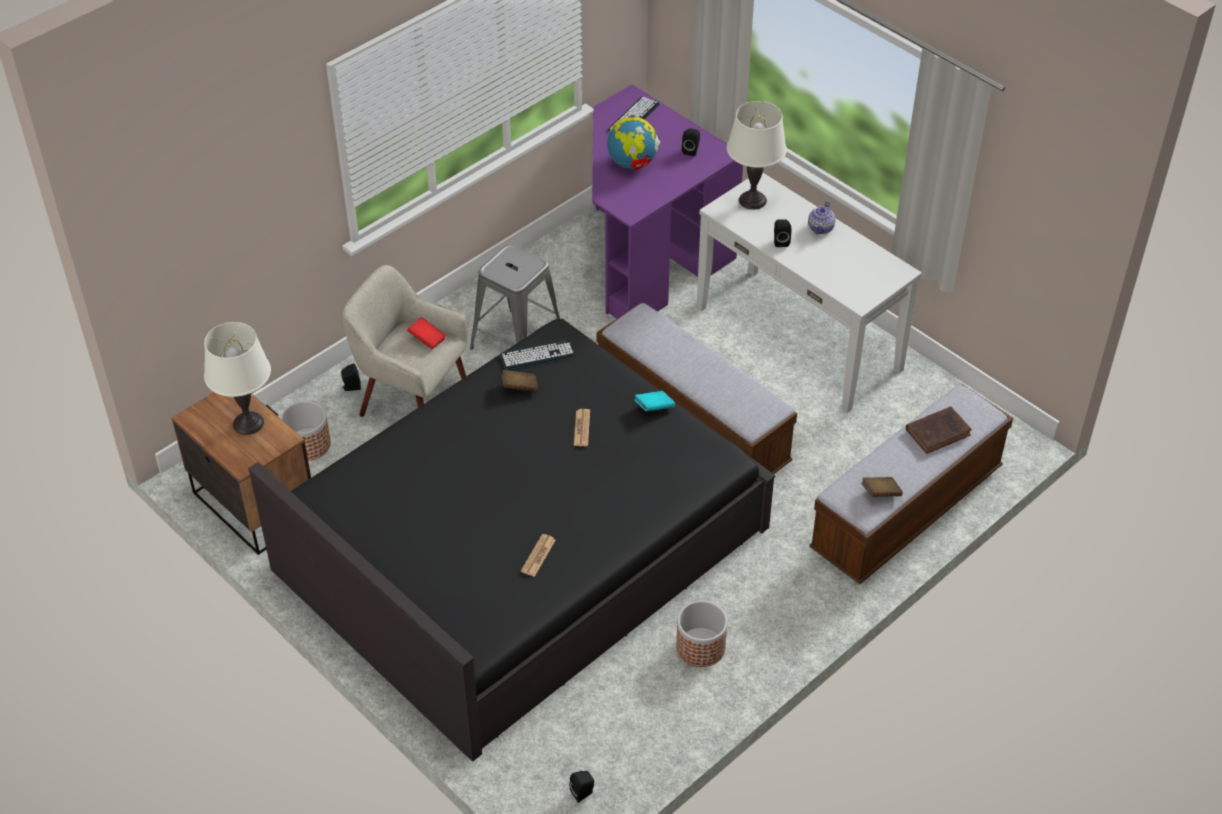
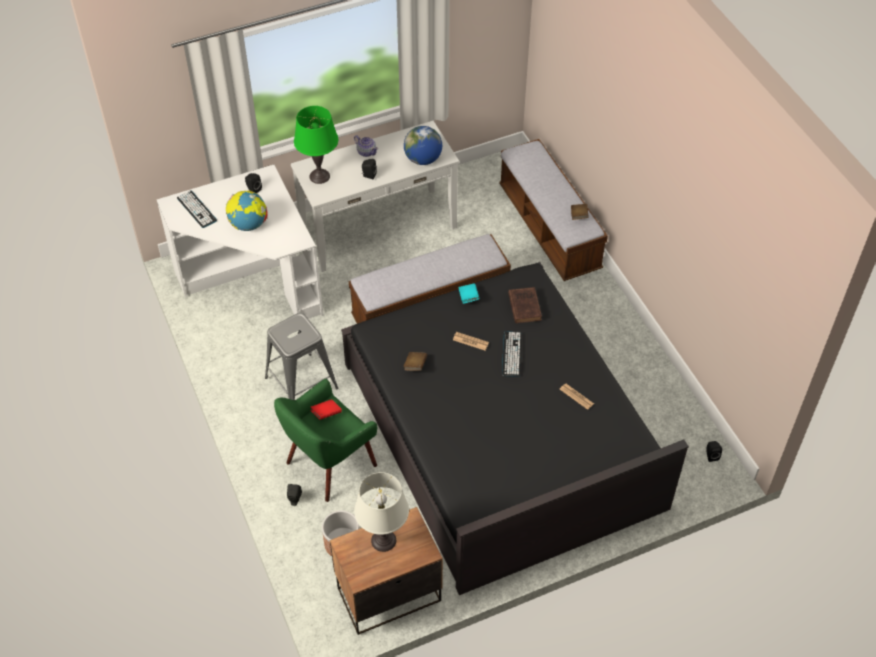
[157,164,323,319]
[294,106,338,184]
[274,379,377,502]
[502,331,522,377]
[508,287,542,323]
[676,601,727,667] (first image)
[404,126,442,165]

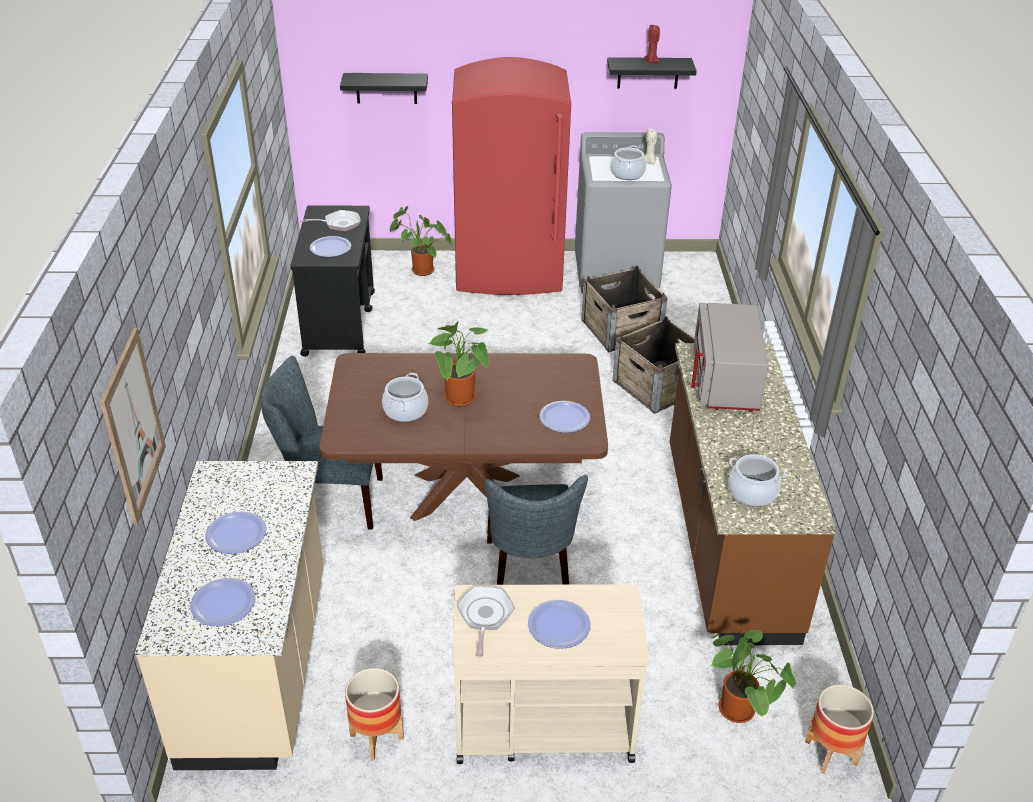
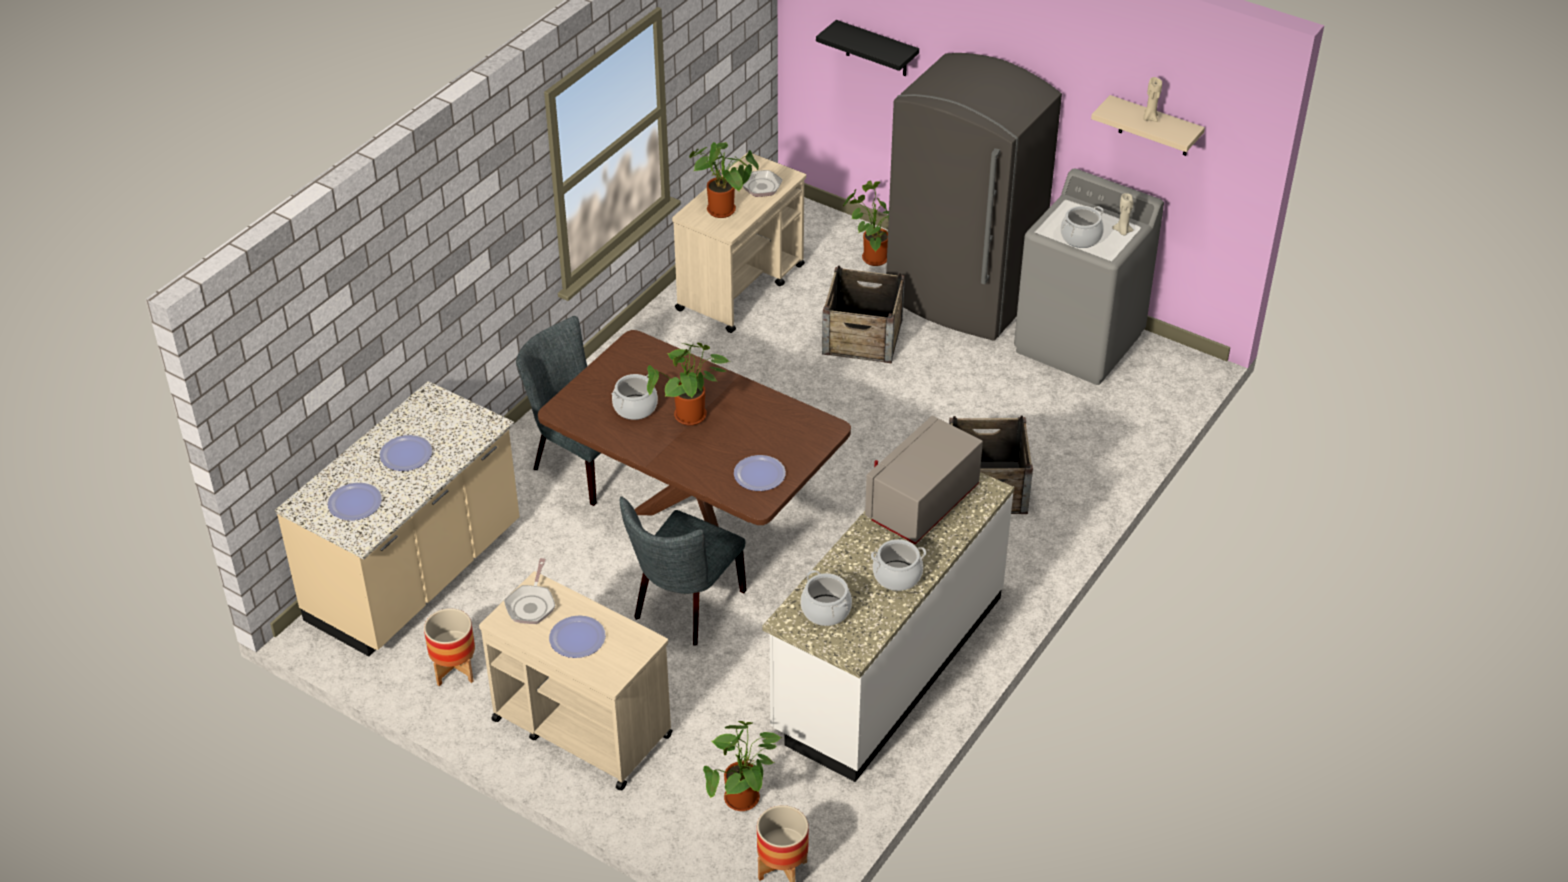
[1143,77,1162,122]
[886,53,1062,341]
[1091,95,1205,156]
[672,153,806,333]
[689,142,759,218]
[822,266,905,363]
[100,328,166,525] (first image)
[762,472,1014,782]
[504,558,555,624]
[871,539,926,591]

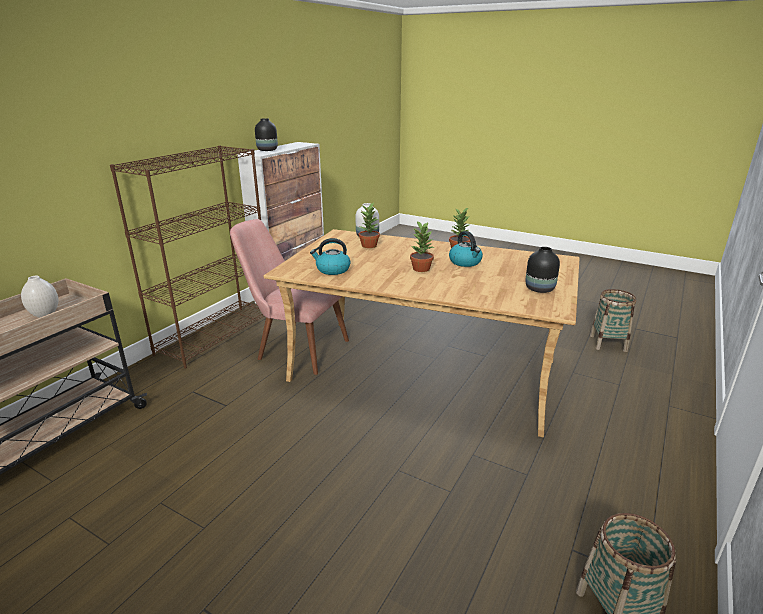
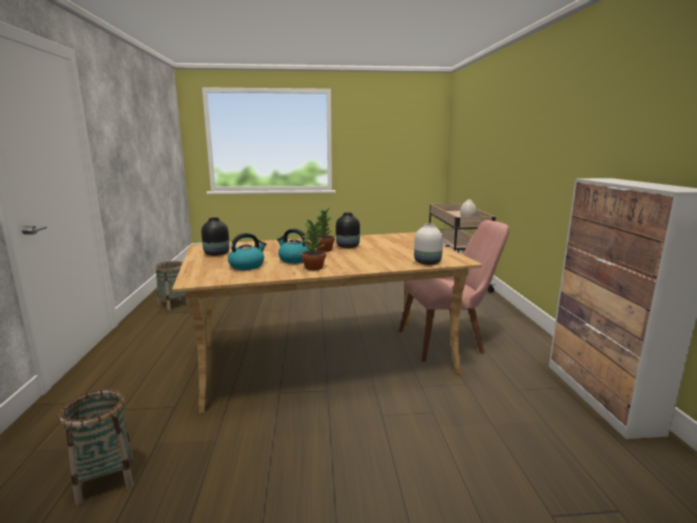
[336,212,360,248]
[110,146,264,369] (first image)
[359,203,380,248] (first image)
[228,233,267,270]

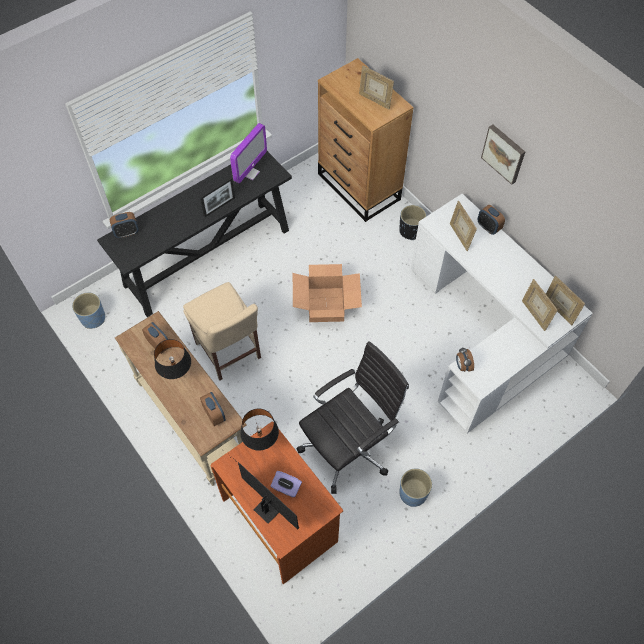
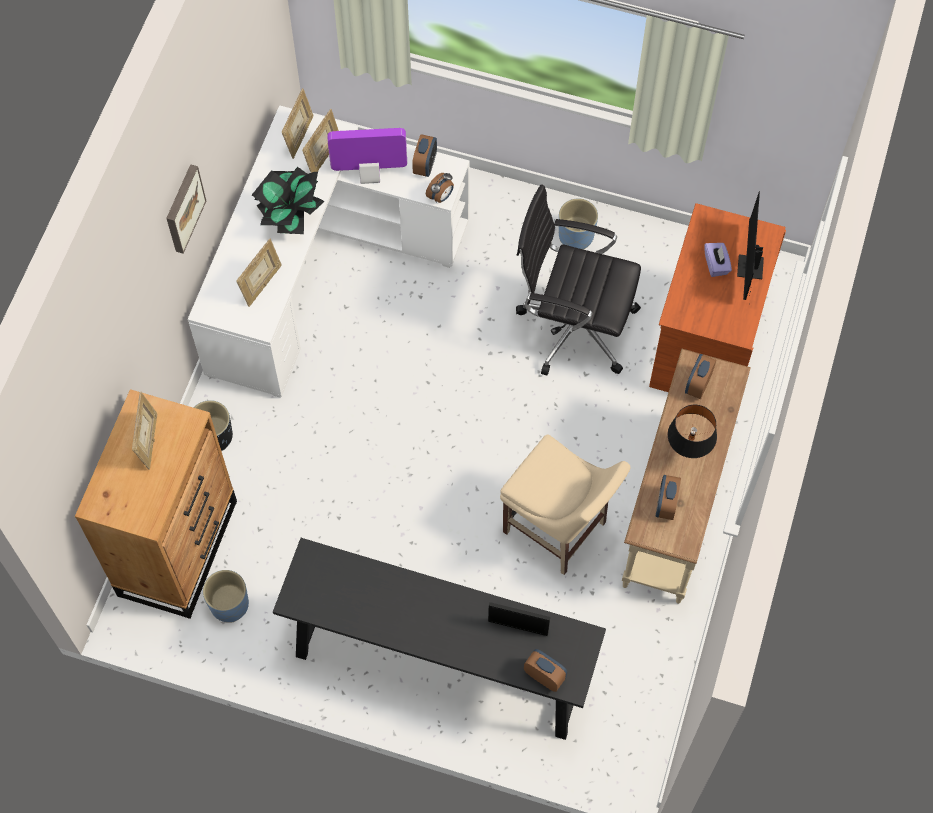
[327,128,407,184]
[488,602,550,636]
[412,134,437,177]
[293,264,362,322] (first image)
[500,434,630,575]
[203,570,249,623]
[240,408,279,450] (first image)
[252,167,324,234]

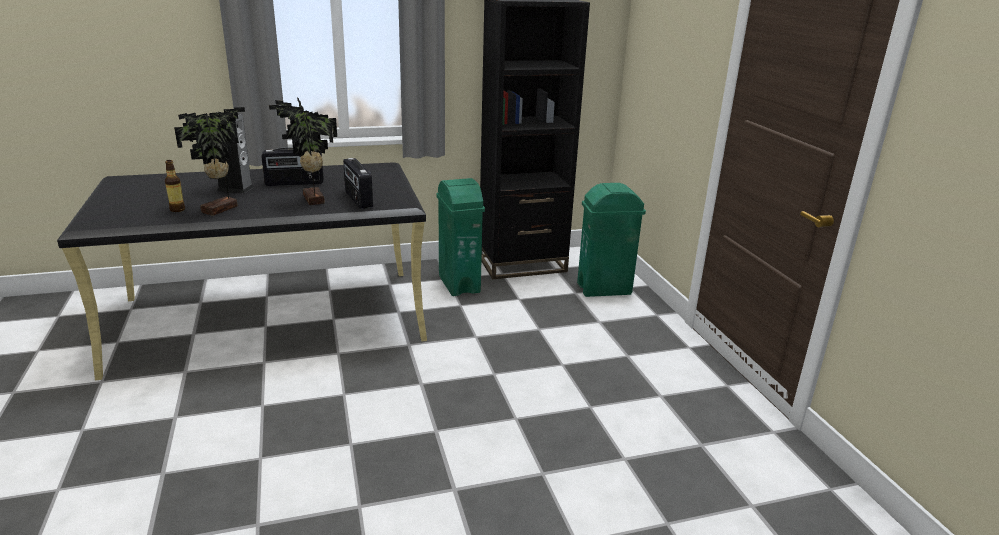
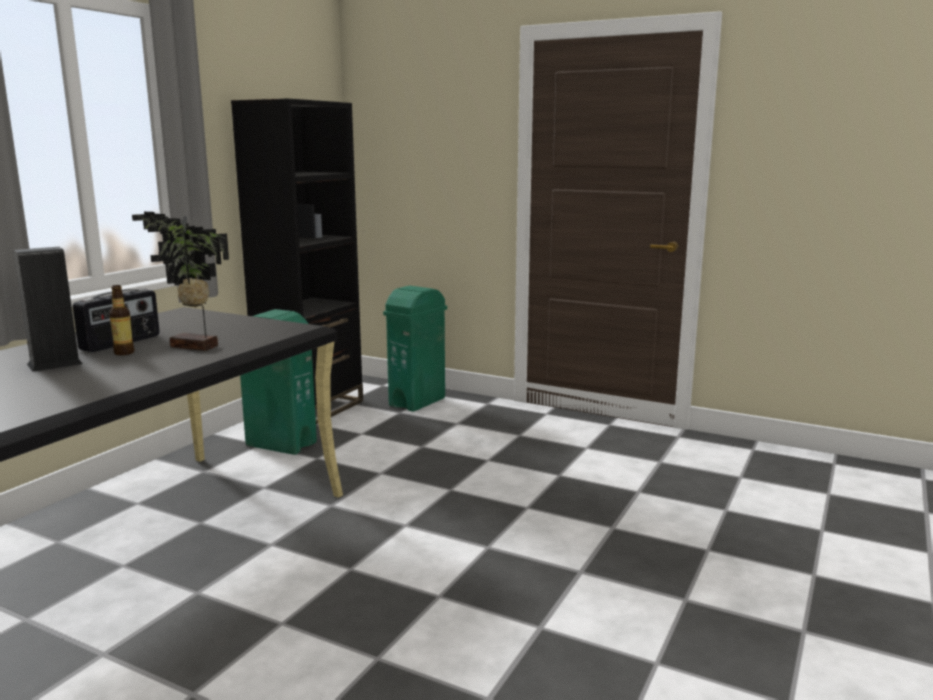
[174,107,245,216] (first image)
[343,158,373,209] (first image)
[109,285,134,355]

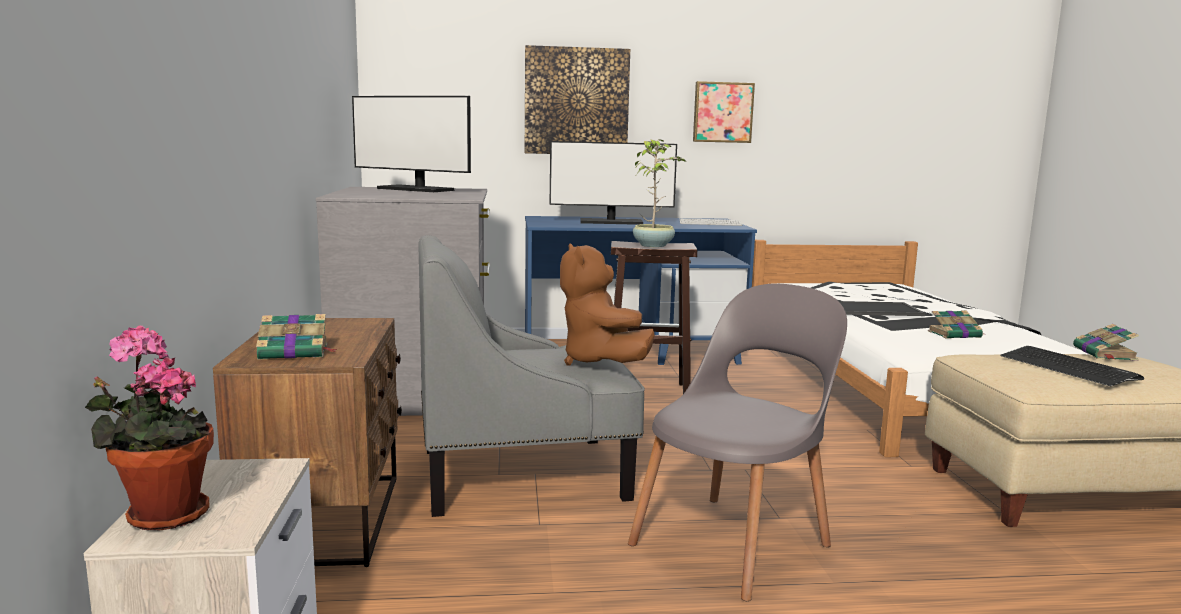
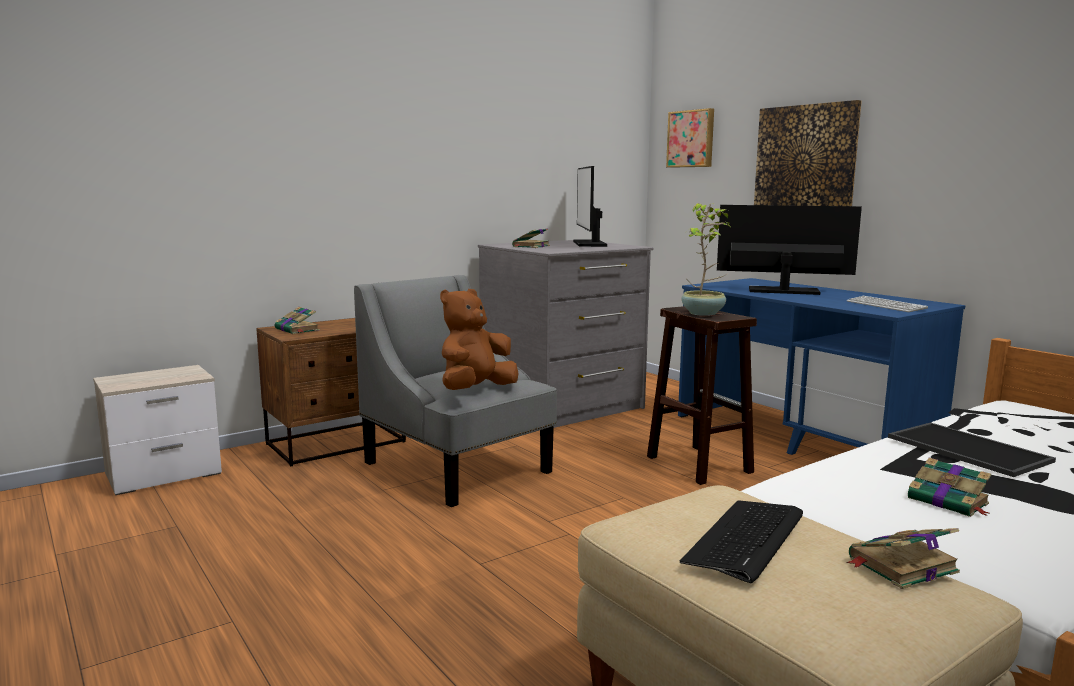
[666,108,714,168]
[717,205,862,295]
[628,284,847,601] (first image)
[85,326,214,530] (first image)
[512,228,550,248]

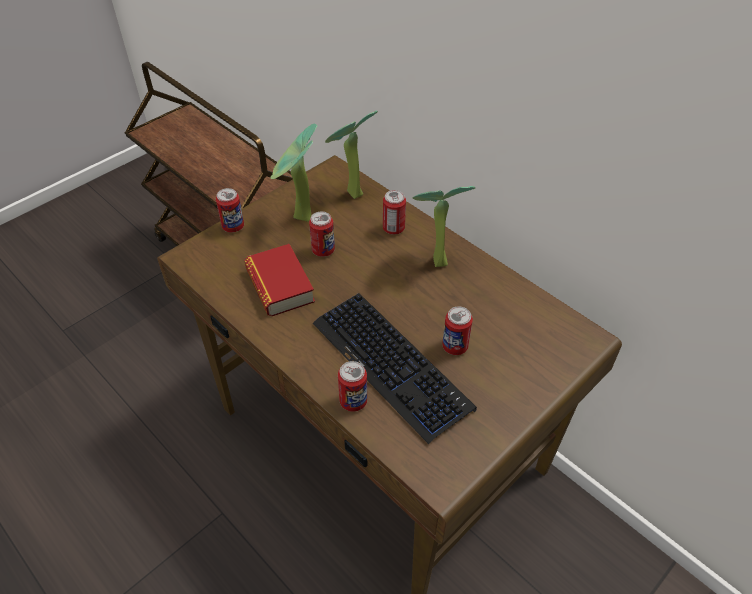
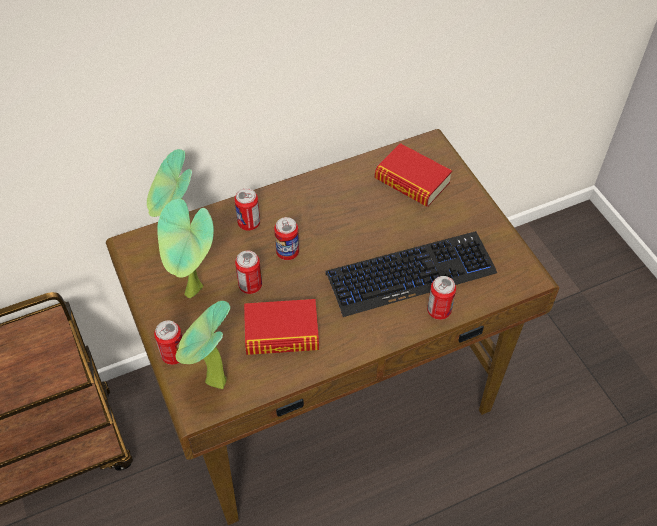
[176,301,230,389]
[274,217,299,260]
[375,143,452,207]

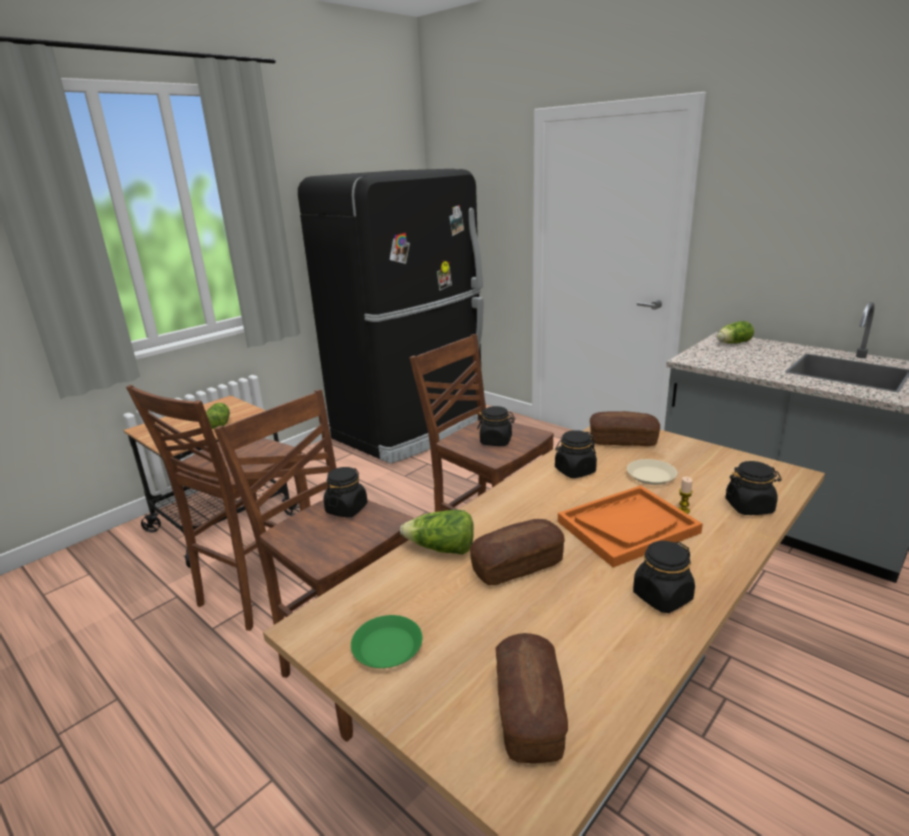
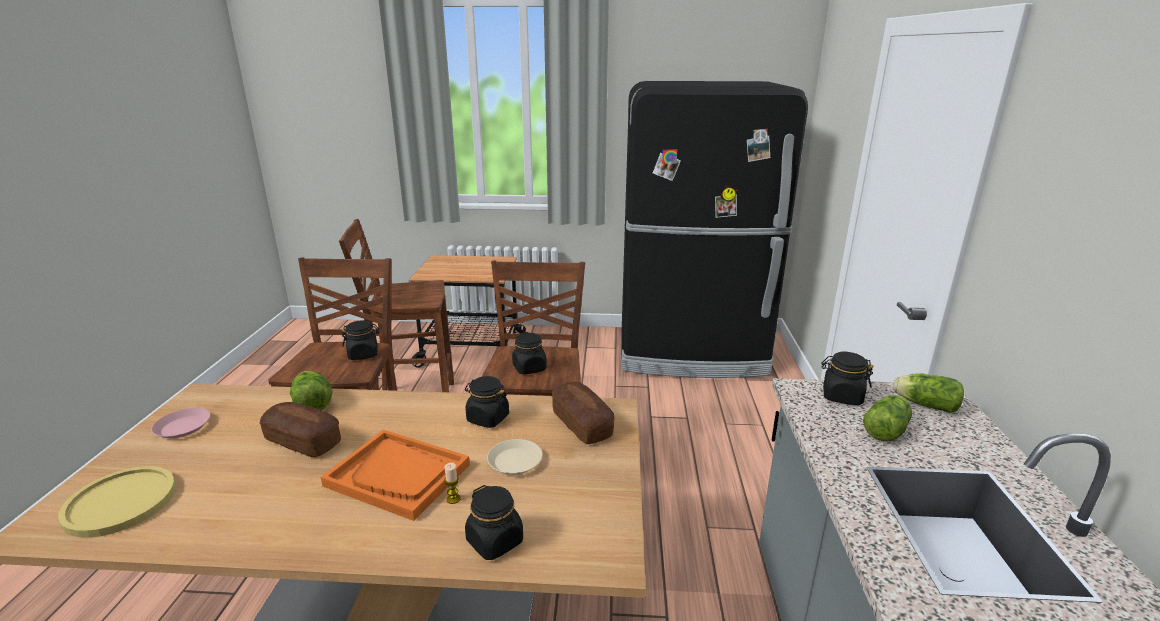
[863,395,912,441]
[821,352,874,405]
[151,408,211,438]
[58,466,176,538]

